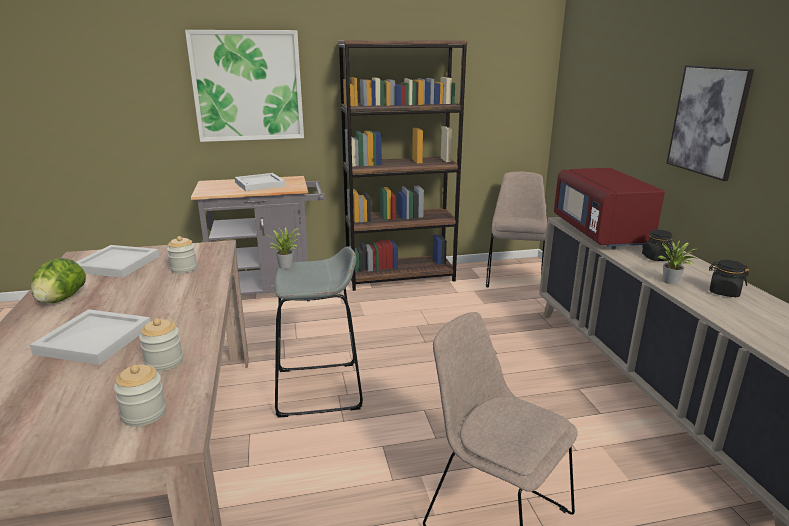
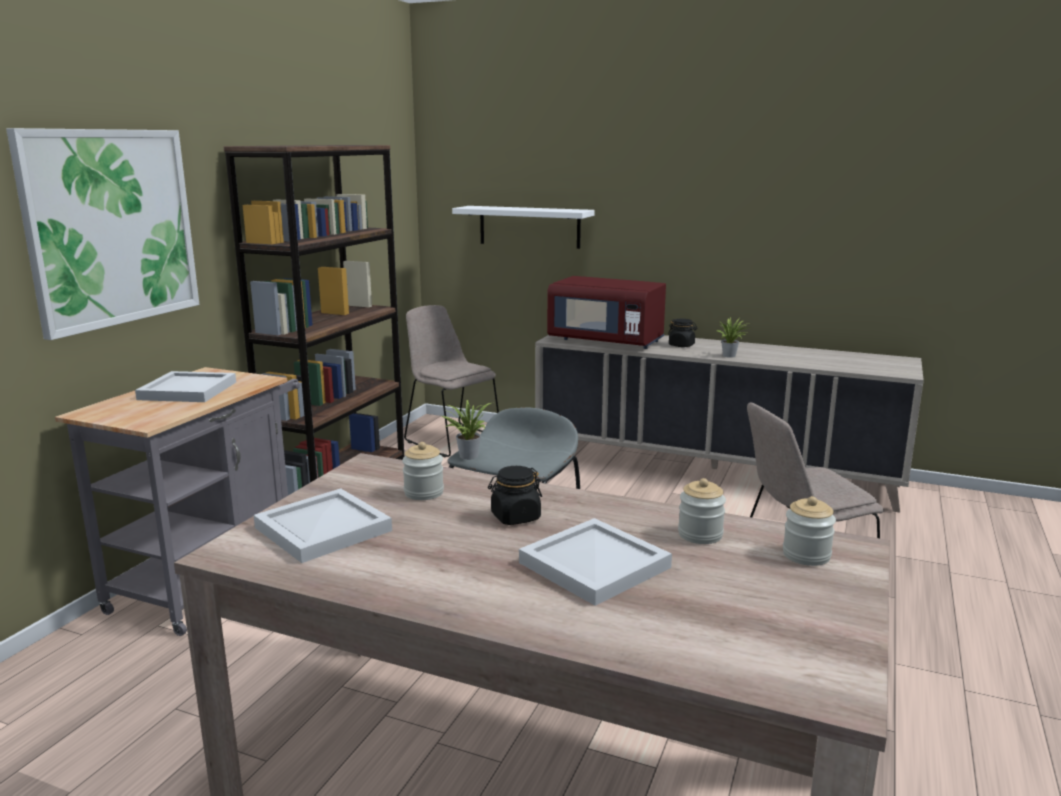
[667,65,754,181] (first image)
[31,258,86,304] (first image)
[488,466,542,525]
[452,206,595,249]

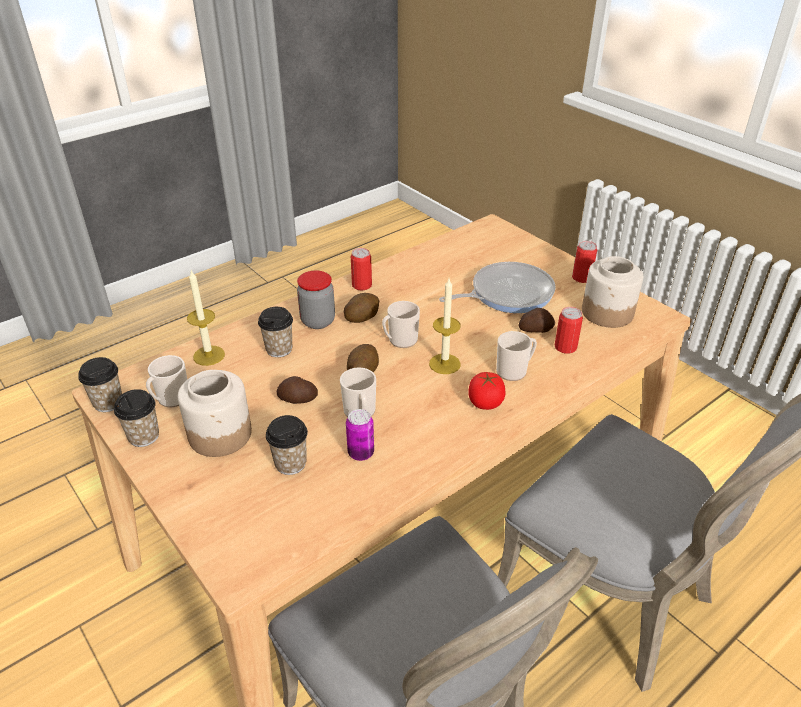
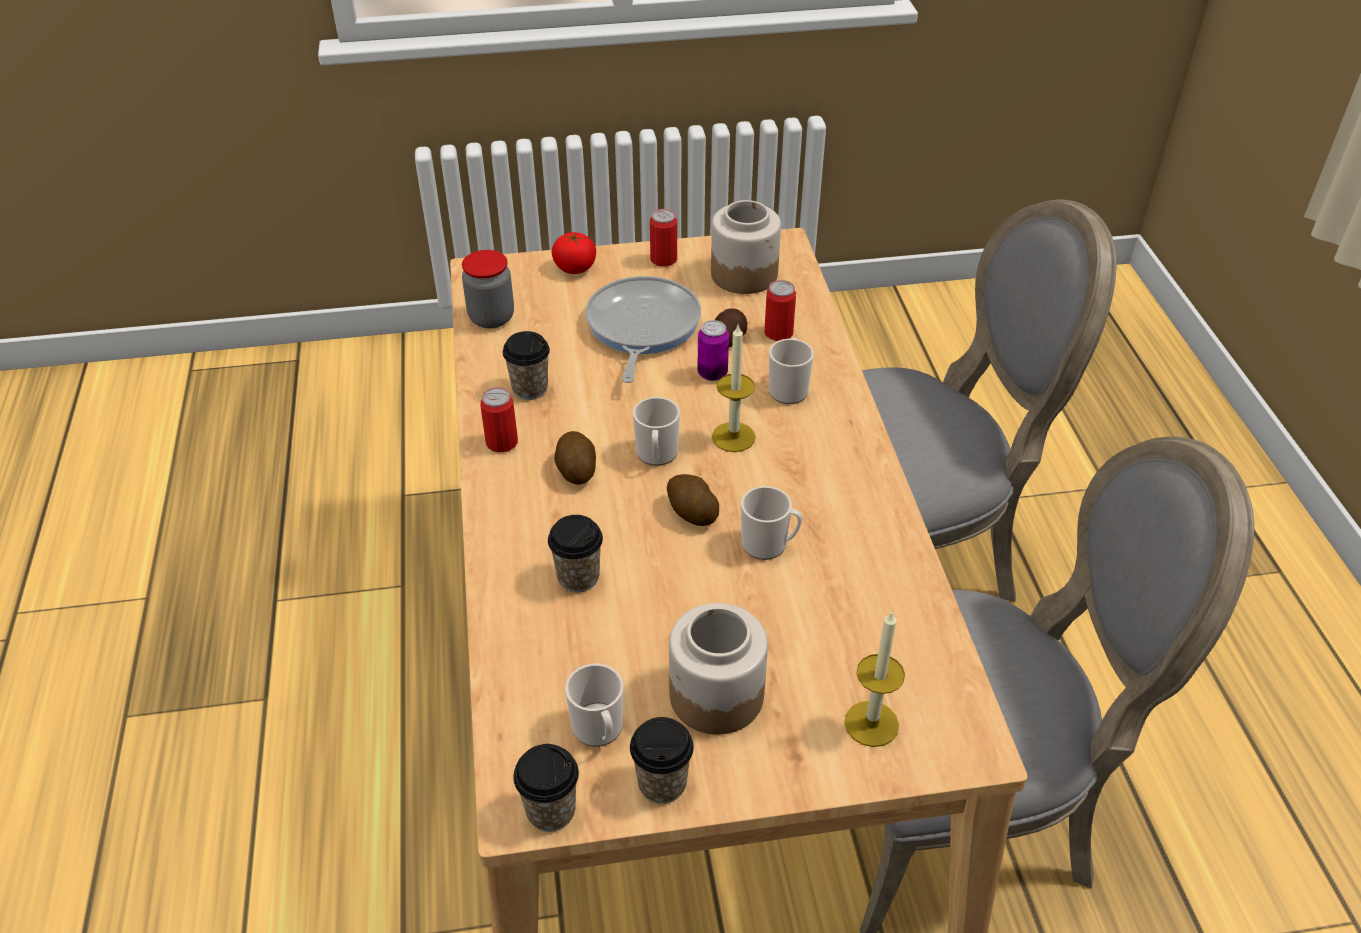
[844,610,905,747]
[462,250,514,329]
[552,232,596,274]
[277,376,318,404] (first image)
[697,320,729,381]
[503,331,550,400]

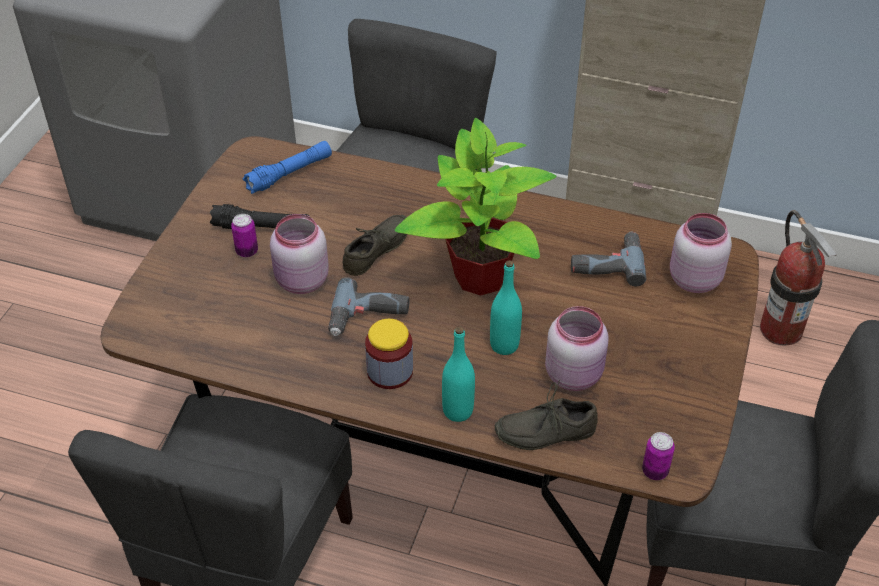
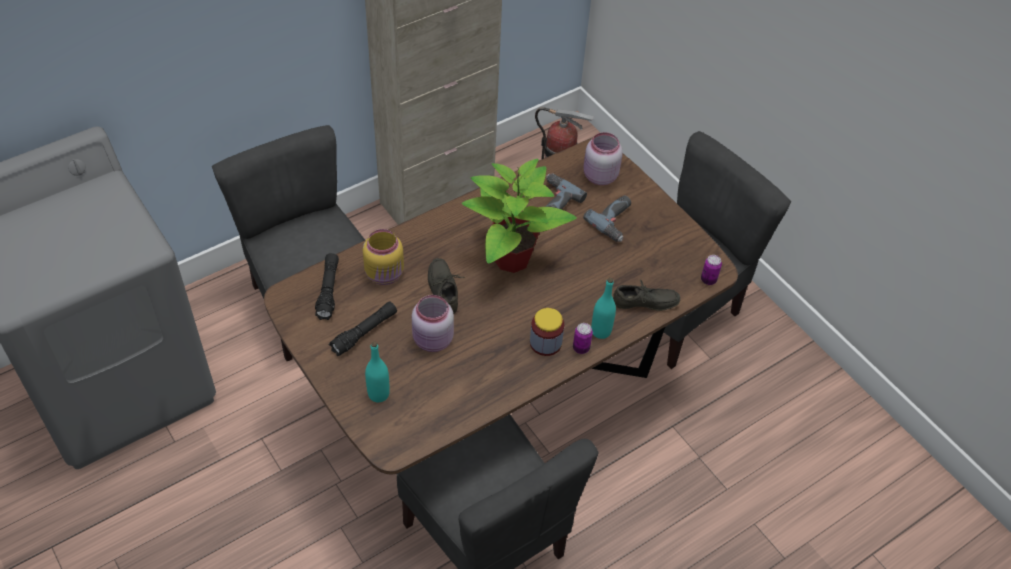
[315,253,339,320]
[573,323,593,354]
[365,342,390,402]
[583,195,631,242]
[545,306,608,391] (first image)
[613,280,680,311]
[363,229,404,285]

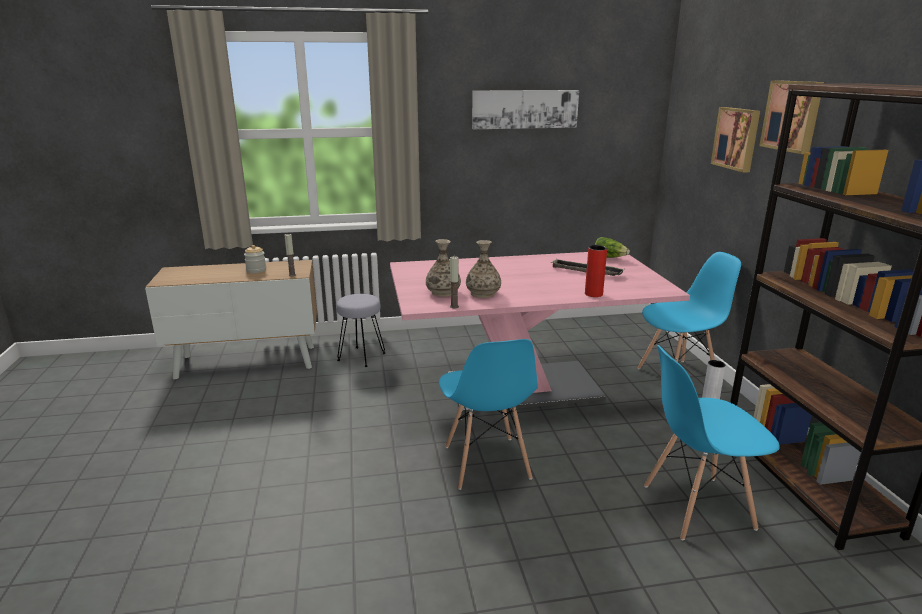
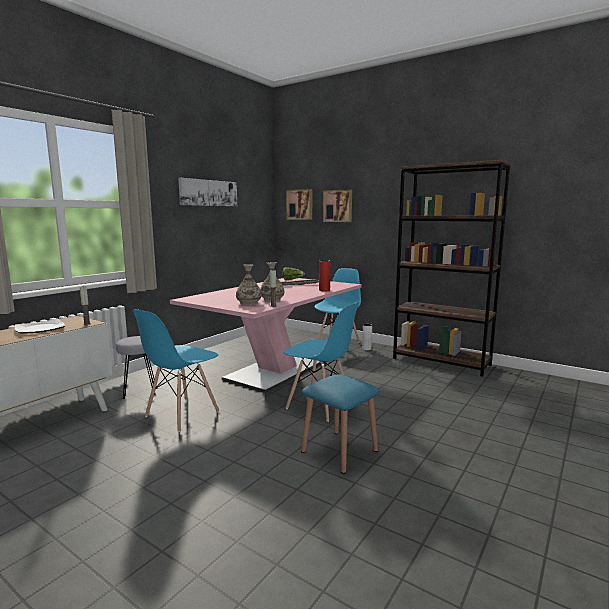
[286,189,312,220]
[15,319,65,334]
[133,309,219,432]
[301,374,380,474]

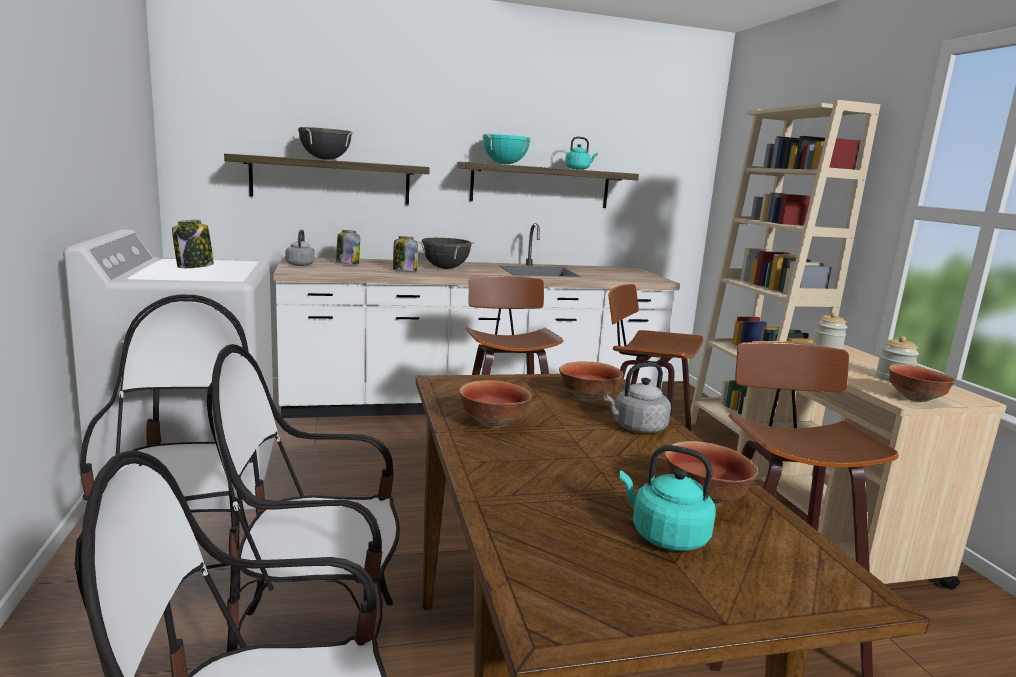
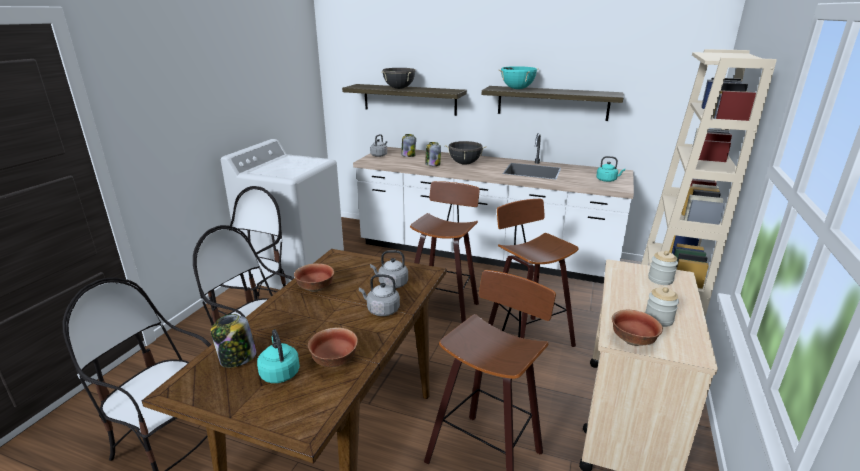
[596,156,625,182]
[211,314,256,368]
[370,250,408,288]

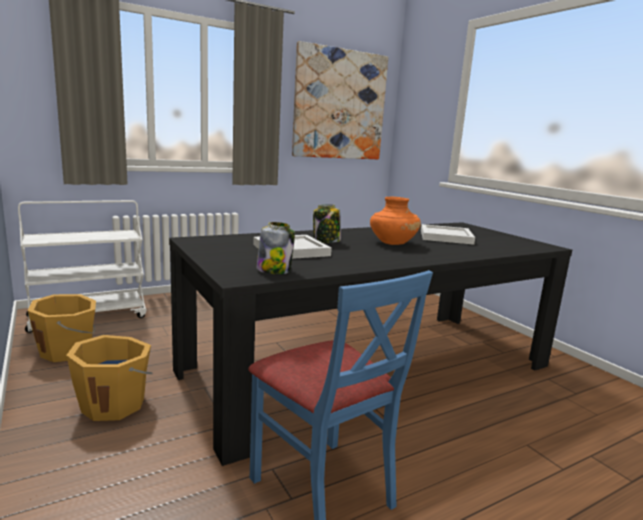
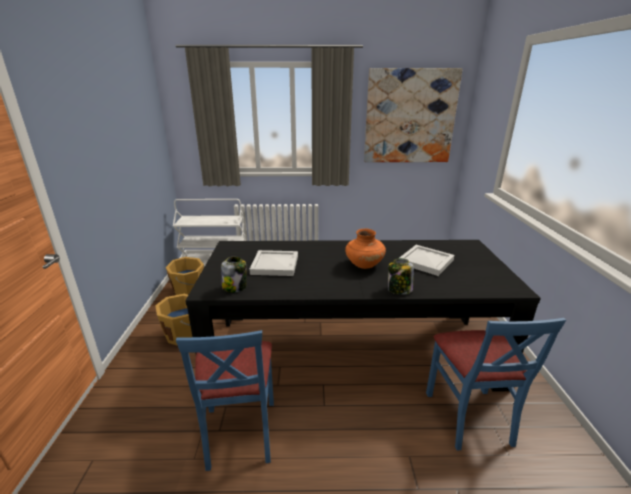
[388,258,414,295]
[426,318,566,451]

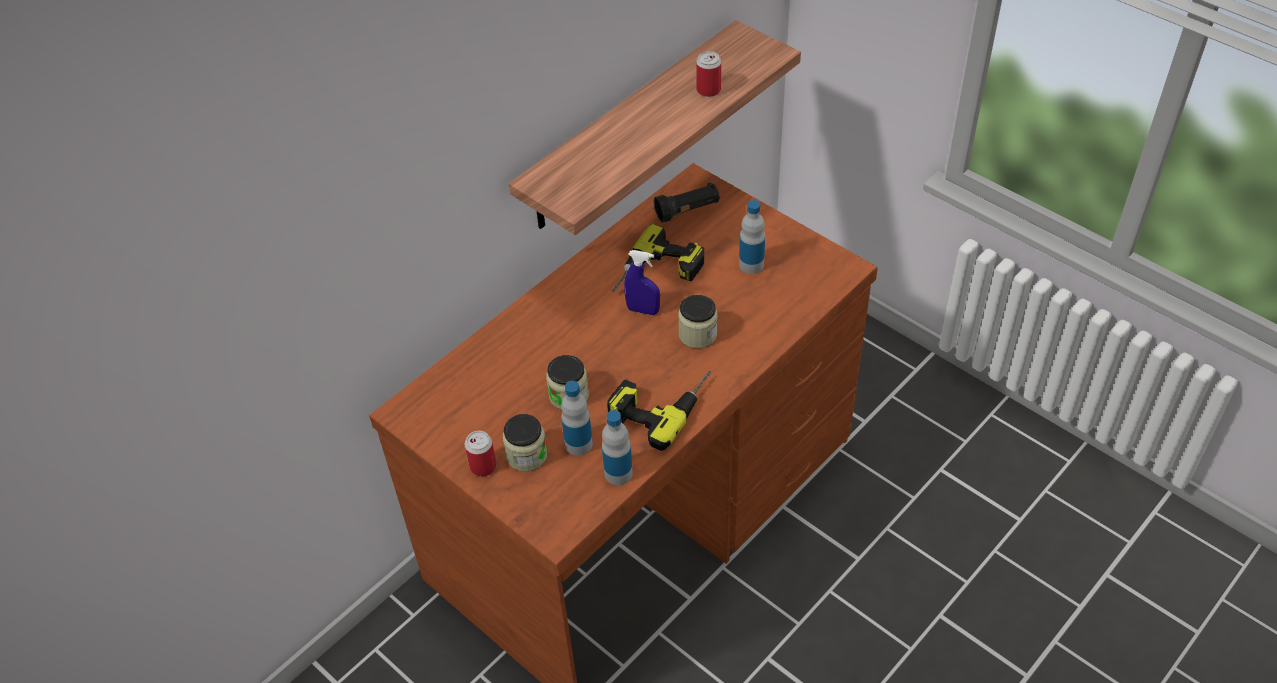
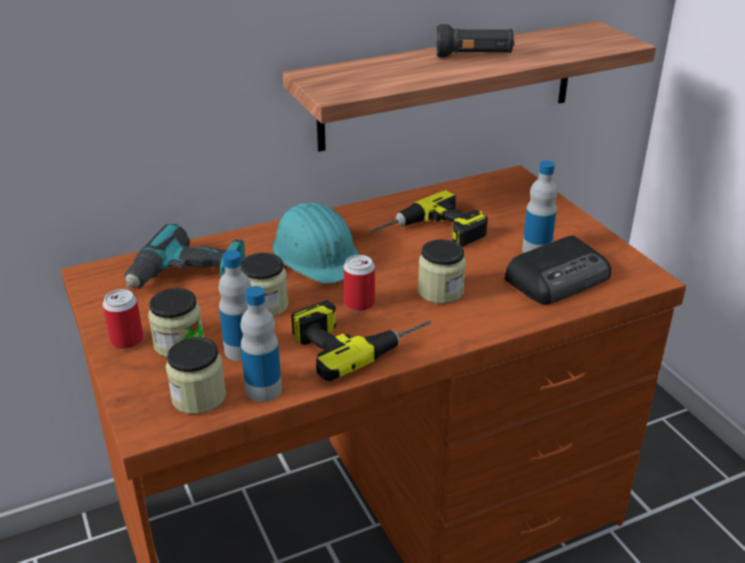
[344,255,375,311]
[436,24,514,57]
[624,250,660,315] (first image)
[272,202,360,284]
[124,224,245,288]
[505,235,611,304]
[166,337,226,414]

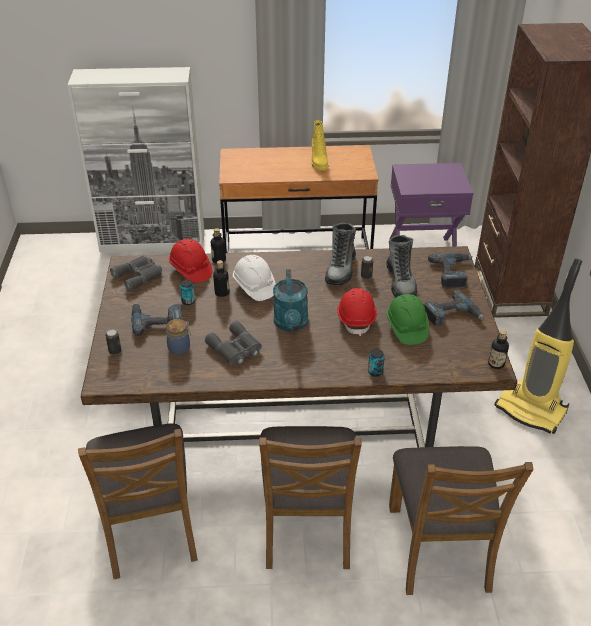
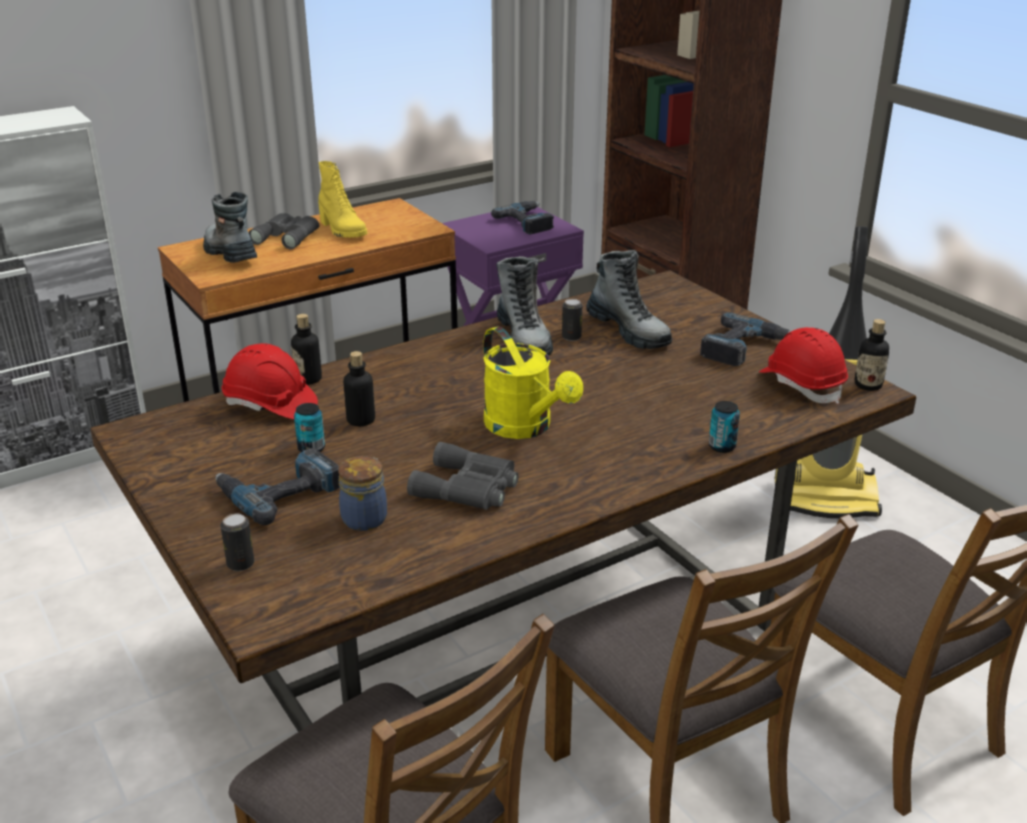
[491,201,554,234]
[248,213,319,249]
[233,255,276,301] (first image)
[483,326,583,439]
[759,327,848,404]
[386,294,429,345] (first image)
[203,192,257,263]

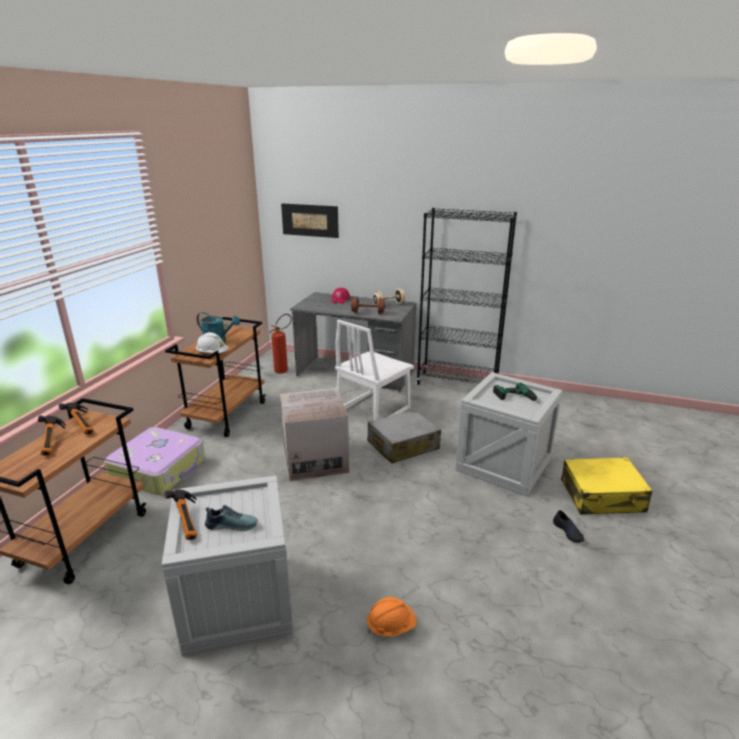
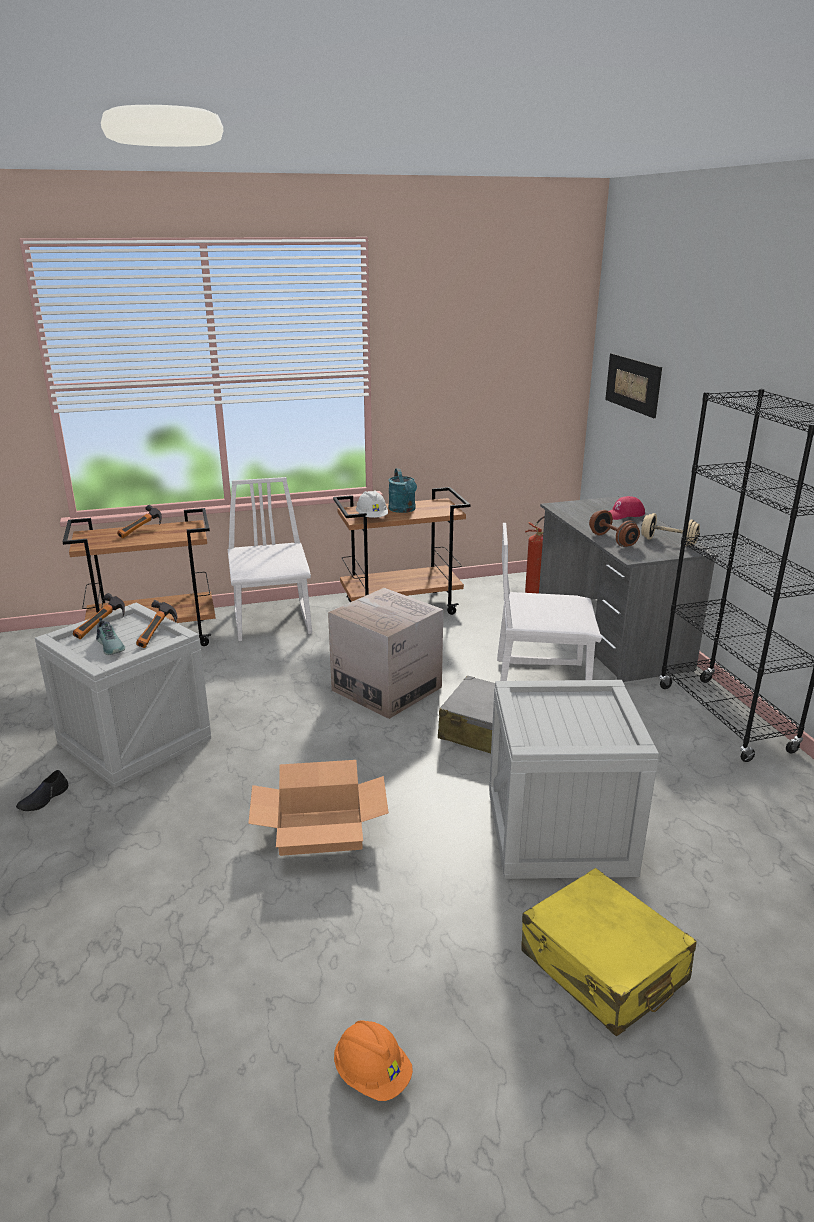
[493,383,538,402] (first image)
[136,600,177,648]
[228,477,312,641]
[16,770,68,811]
[334,1020,413,1101]
[248,760,389,856]

